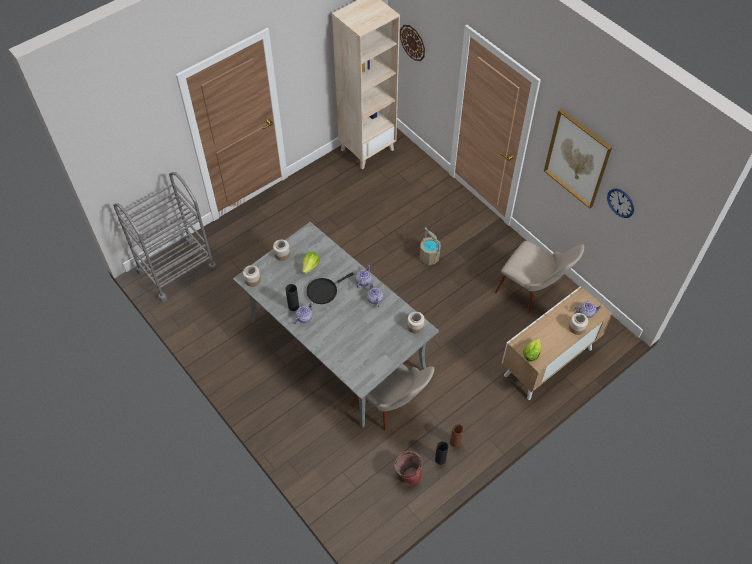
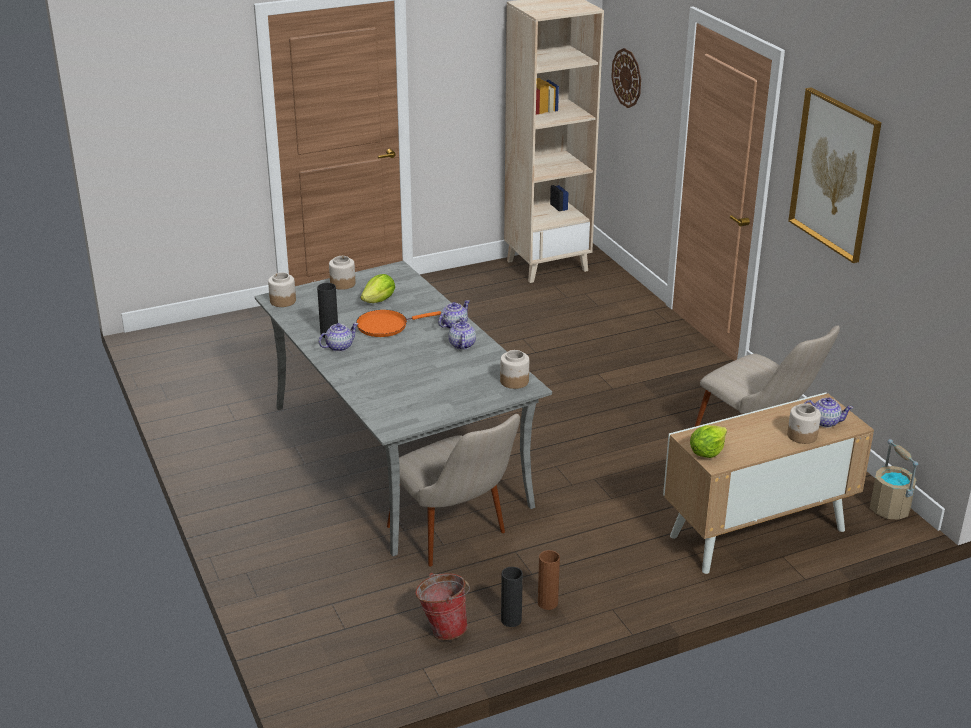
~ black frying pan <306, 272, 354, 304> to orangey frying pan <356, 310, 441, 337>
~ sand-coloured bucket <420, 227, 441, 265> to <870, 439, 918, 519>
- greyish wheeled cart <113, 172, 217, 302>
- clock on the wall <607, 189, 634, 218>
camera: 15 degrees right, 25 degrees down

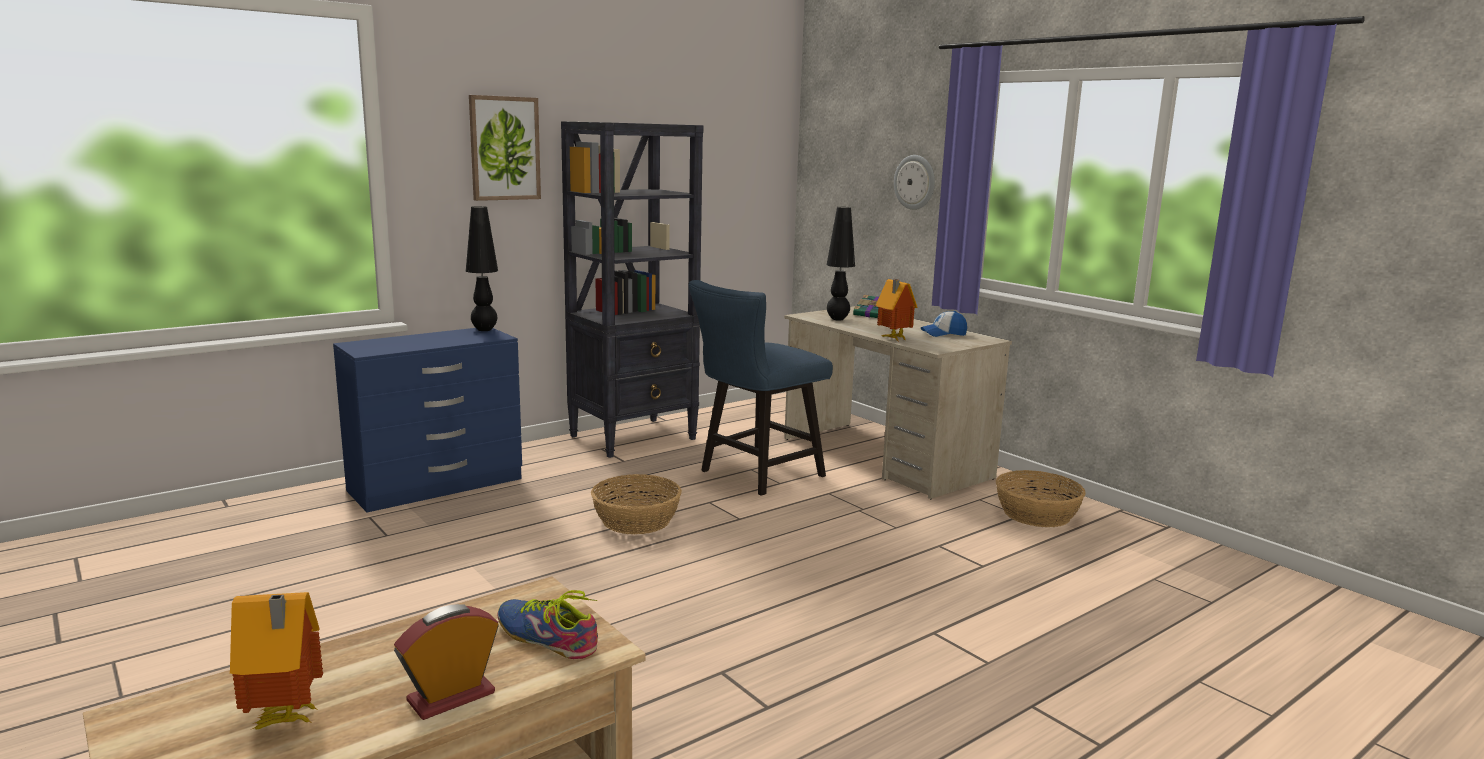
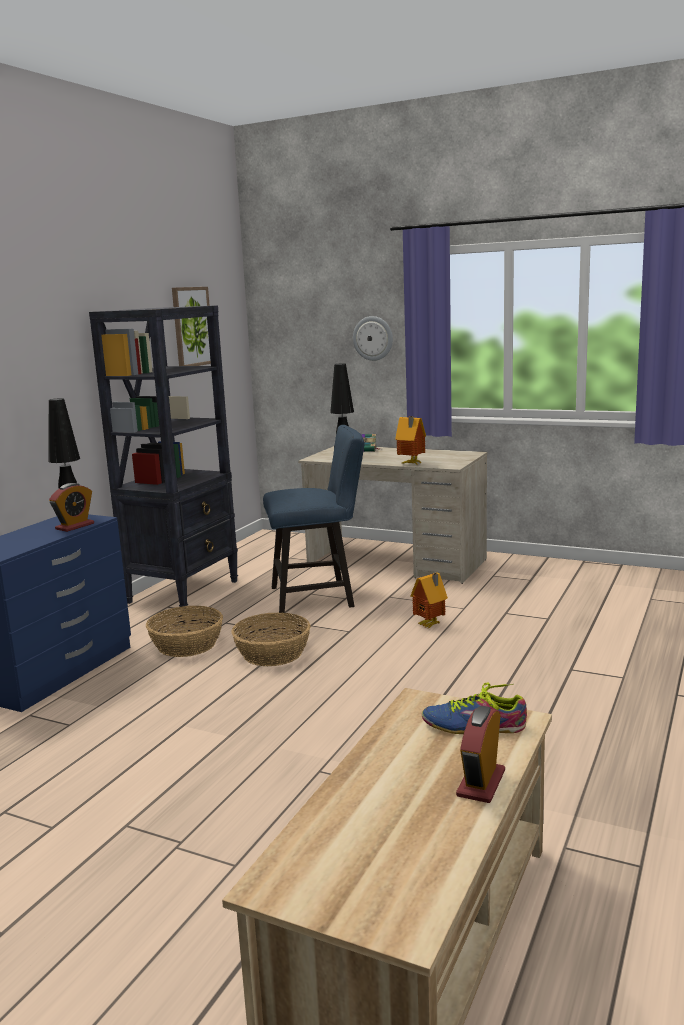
+ alarm clock <49, 483, 94, 532>
~ household basket <996, 470, 1086, 527> to <146, 606, 223, 657>
~ picture <469, 95, 541, 201> to <172, 287, 211, 366>
~ blue-coloured chair <689, 280, 833, 496> = <263, 425, 364, 613> 120 degrees counterclockwise
~ toy house <230, 592, 323, 729> to <410, 573, 448, 628>
- cap <921, 311, 967, 337>
camera: 25 degrees left, 0 degrees up

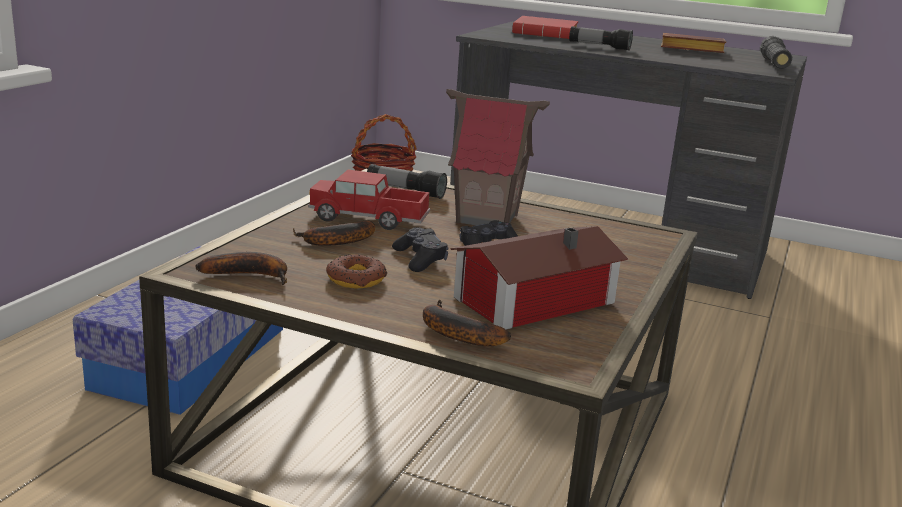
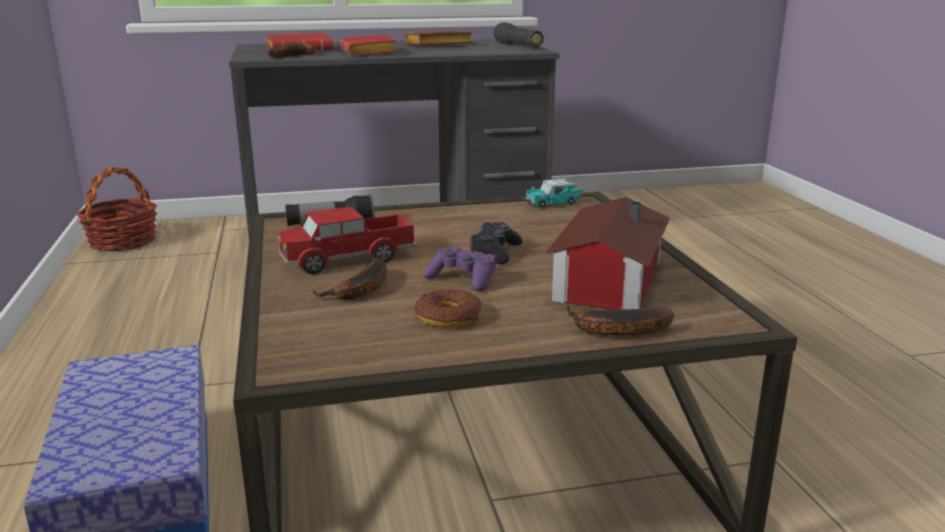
~ whole banana <195, 252, 287, 285> to <268, 43, 324, 58>
~ hand torch <569, 26, 633, 51> to red book <340, 35, 397, 56>
~ black gamepad <392, 227, 449, 272> to purplish gamepad <423, 246, 495, 291>
+ miniature car <525, 178, 584, 207>
- toy house <446, 89, 550, 225>
camera: 35 degrees left, 0 degrees up

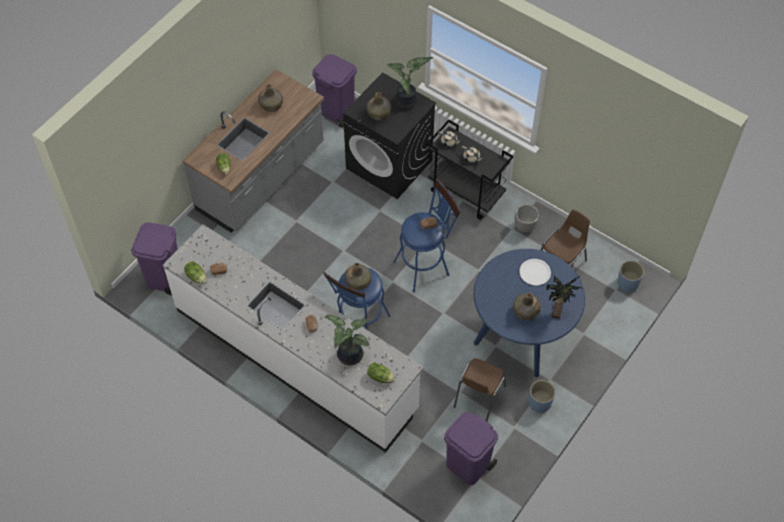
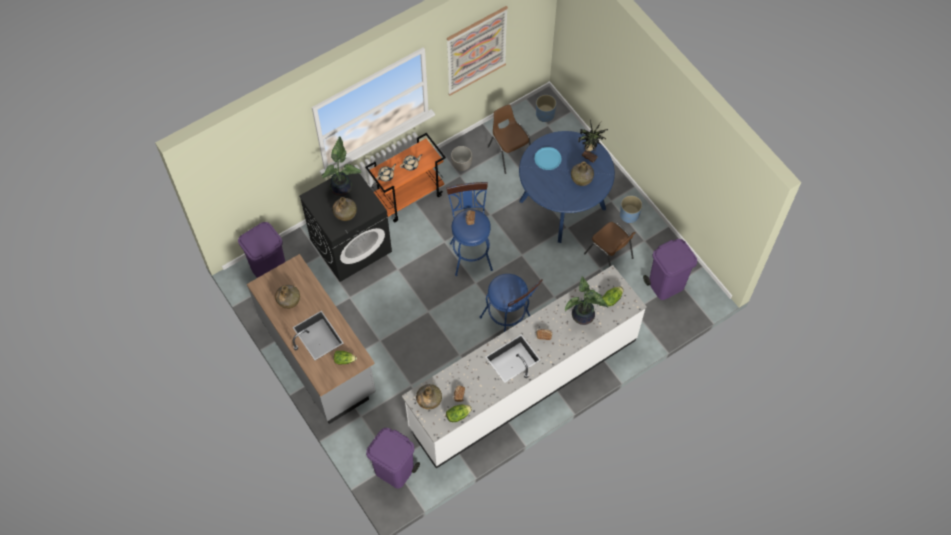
~ black wheeled cart <427, 119, 514, 220> to orangey wheeled cart <365, 133, 446, 222>
~ greenish bottle <344, 262, 371, 290> to <416, 384, 442, 409>
+ picture <447, 6, 508, 96>
~ white-coloured flat dish <520, 259, 551, 285> to blue-coloured flat dish <534, 147, 562, 170>
camera: 70 degrees left, 5 degrees up

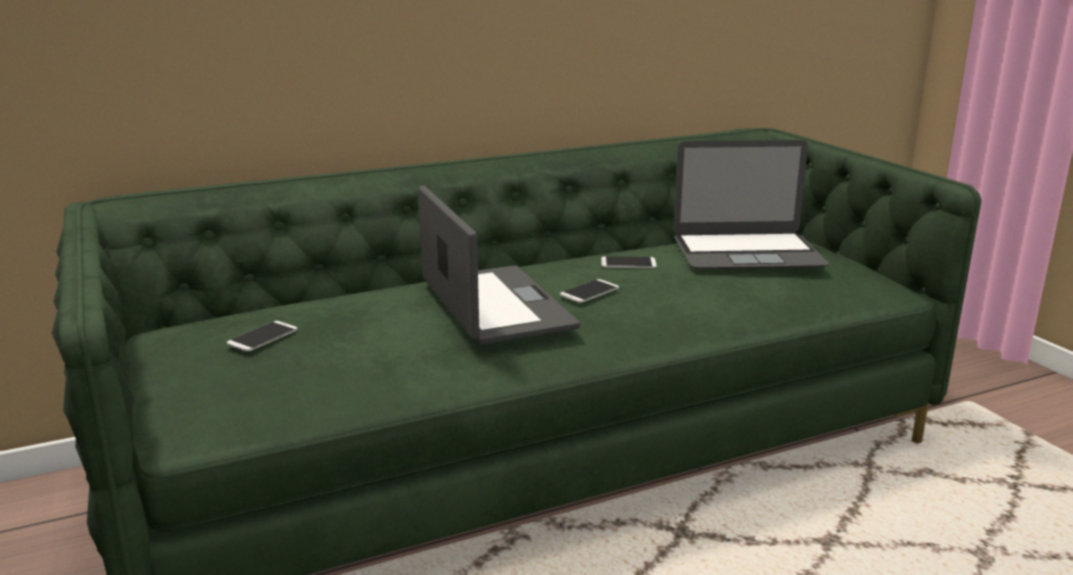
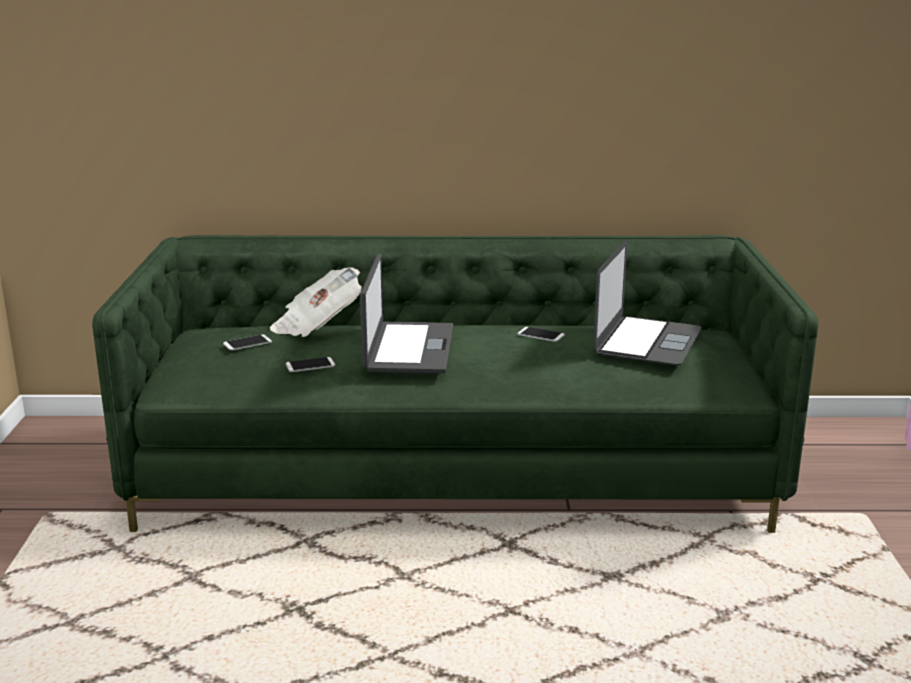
+ printed paper <270, 267, 362, 337>
~ phone <560, 279, 619, 303> to <286, 357, 335, 372>
~ notebook computer <673, 140, 829, 269> = <593, 241, 701, 366> 90 degrees counterclockwise
camera: 25 degrees right, 0 degrees up

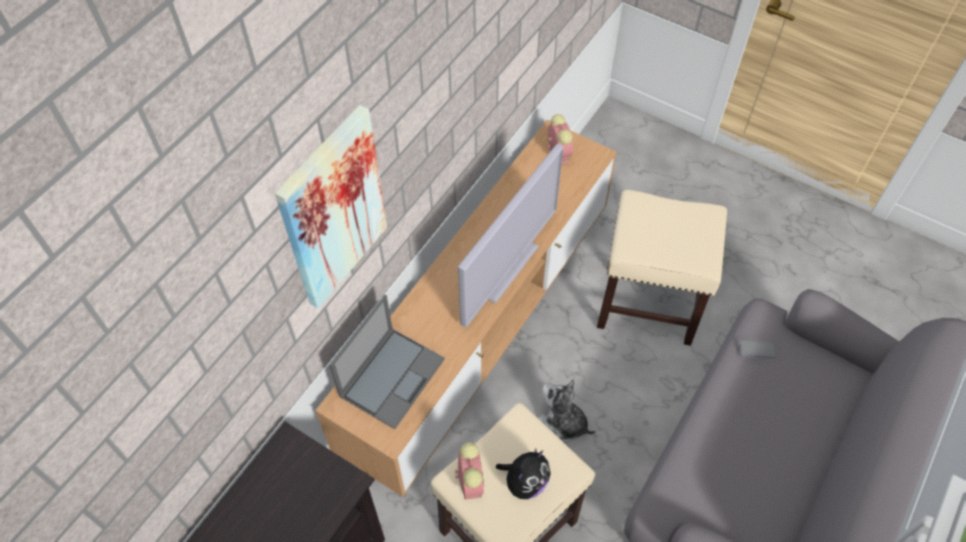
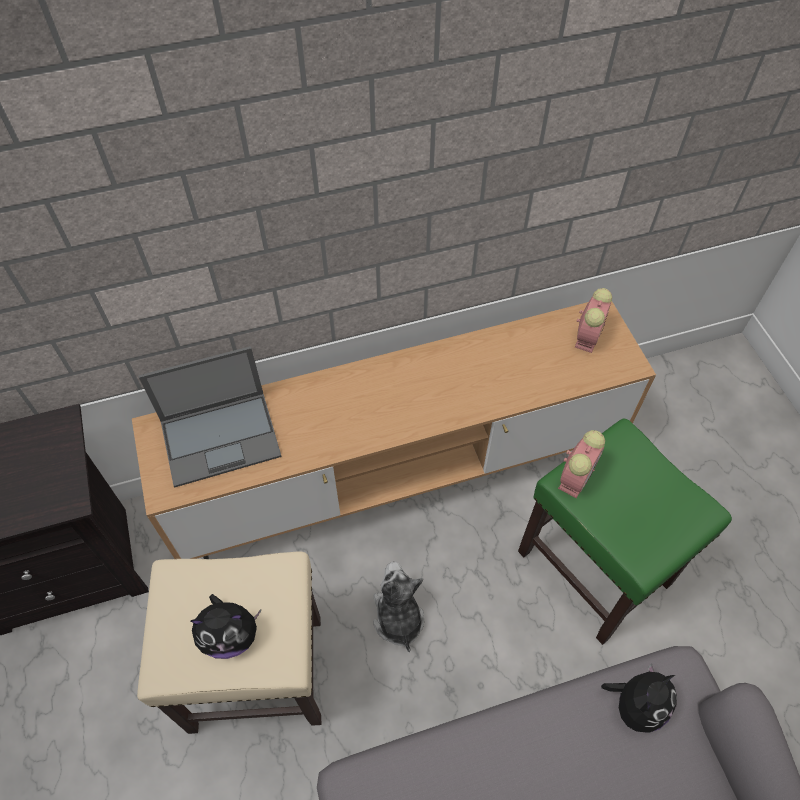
~ sand-coloured stool <597, 190, 727, 346> to greenish stool <518, 419, 732, 645>
~ alarm clock <455, 442, 484, 500> to <558, 430, 605, 498>
~ phone <739, 340, 777, 358> to cuddly toy <601, 664, 677, 733>
- picture <275, 105, 387, 308>
- TV <458, 144, 563, 327>
camera: 40 degrees right, 0 degrees up

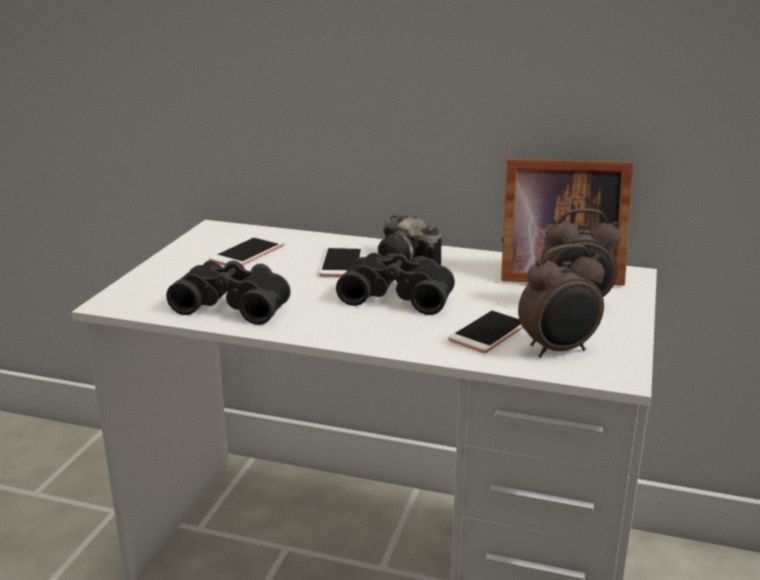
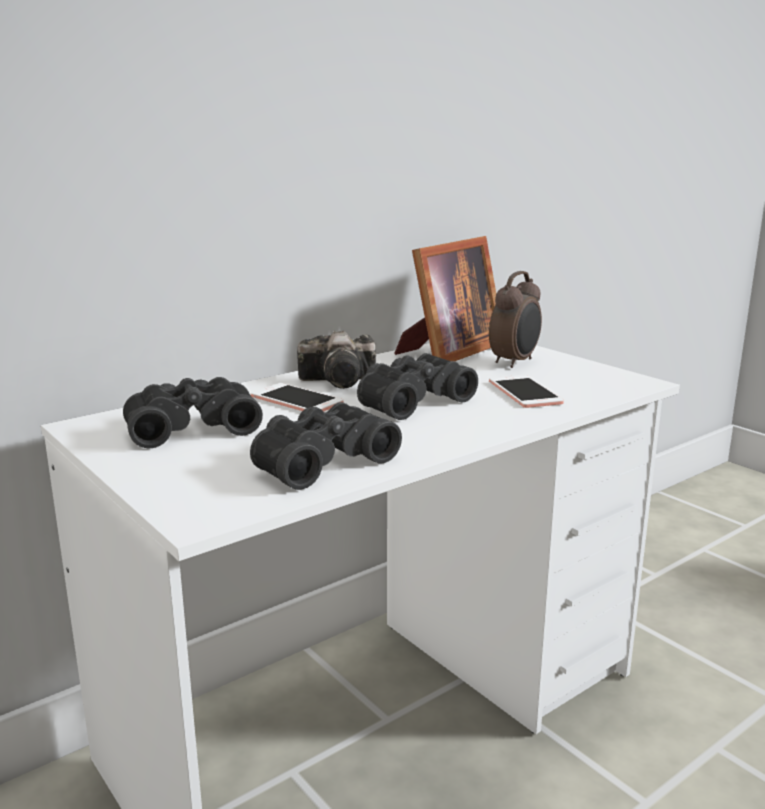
~ phone <209, 236, 284, 266> to black pair of binoculars <123, 377, 263, 448>
- alarm clock <518, 244, 605, 358>
camera: 55 degrees left, 5 degrees down

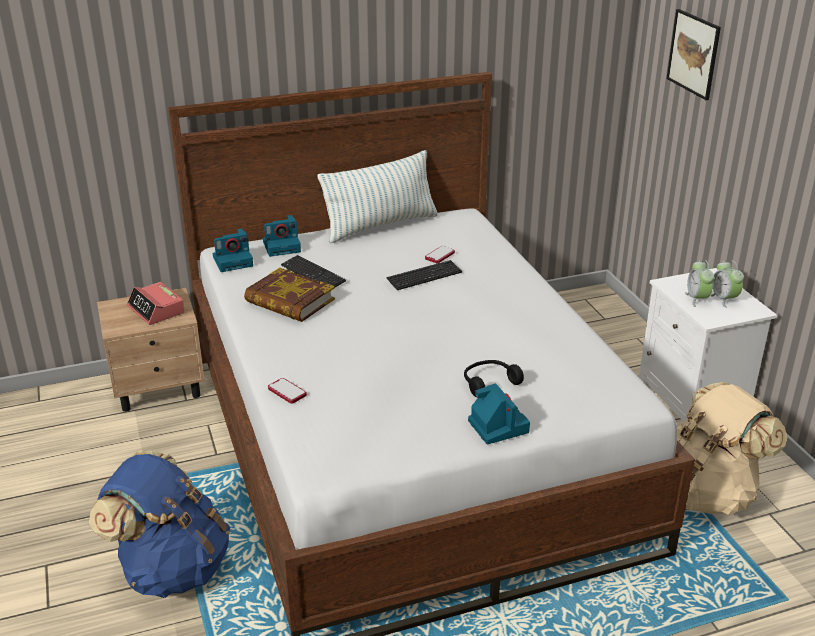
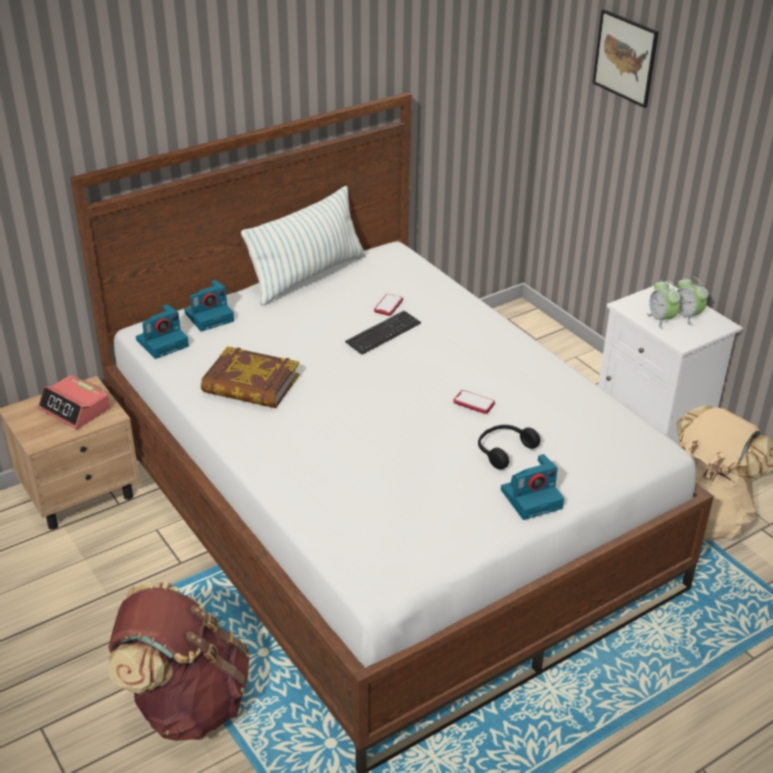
~ blue-coloured knapsack <89, 451, 230, 598> to brown knapsack <108, 581, 250, 741>
~ phone <268, 378, 307, 404> to <453, 390, 495, 414>
~ still camera <468, 383, 530, 444> = <501, 454, 564, 520> 105 degrees clockwise
- computer keyboard <281, 255, 346, 287>
camera: 15 degrees left, 5 degrees up

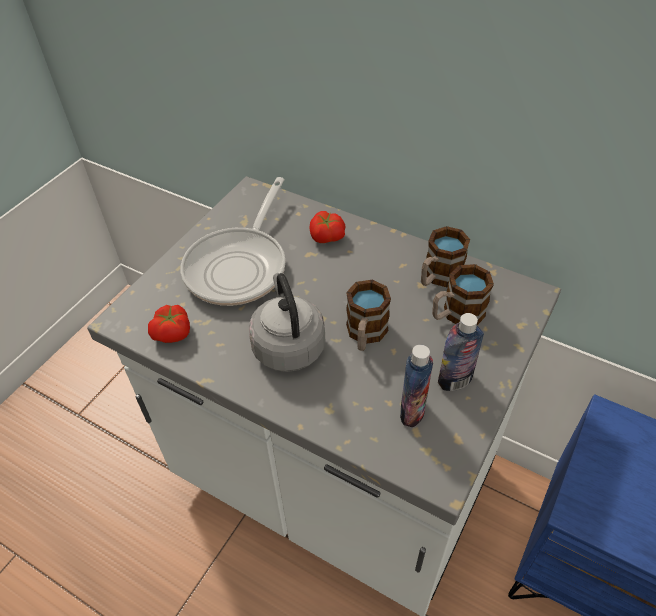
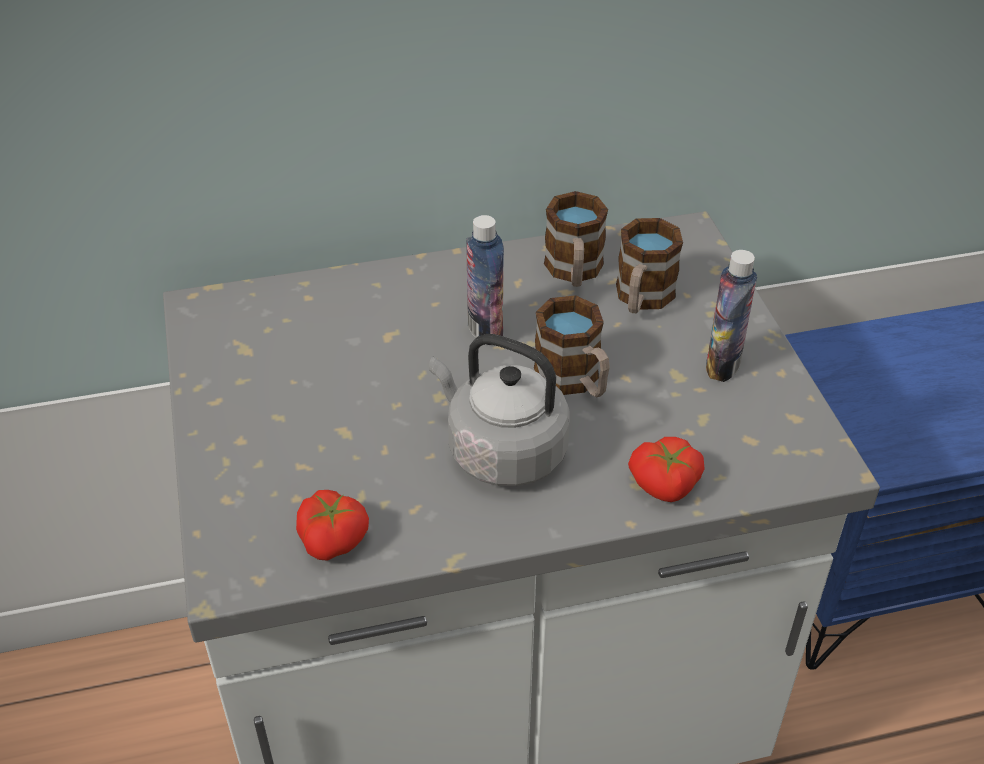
~ bottle <400, 345, 433, 427> to <466, 215, 504, 345>
~ fresh tomato <309, 211, 346, 243> to <628, 437, 705, 502>
- frying pan <181, 177, 286, 306>
camera: 45 degrees left, 5 degrees down

